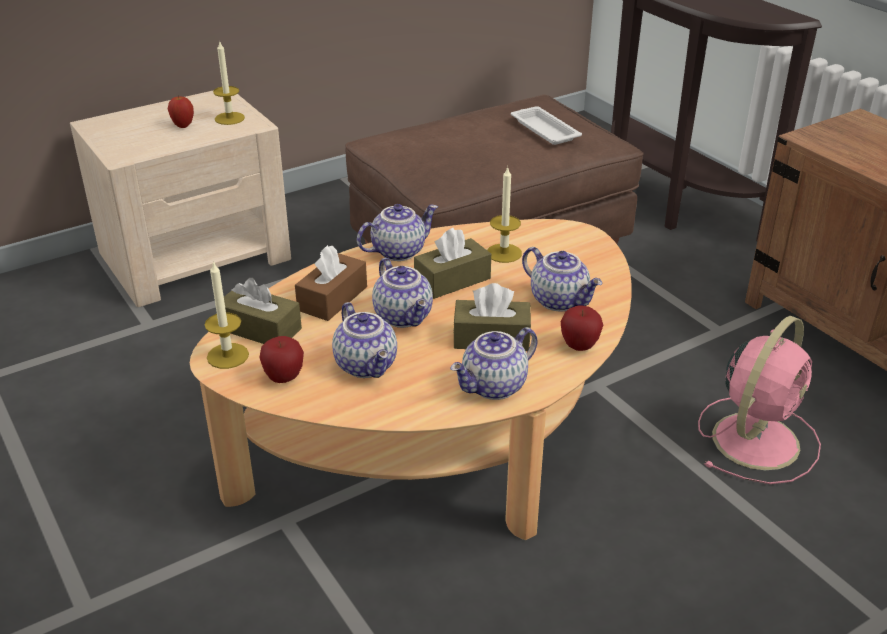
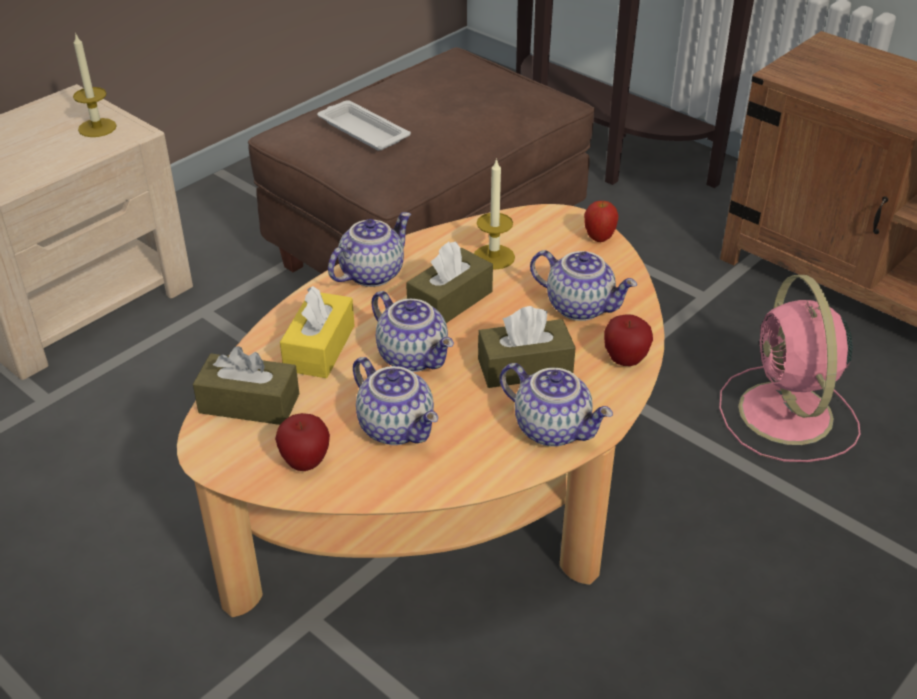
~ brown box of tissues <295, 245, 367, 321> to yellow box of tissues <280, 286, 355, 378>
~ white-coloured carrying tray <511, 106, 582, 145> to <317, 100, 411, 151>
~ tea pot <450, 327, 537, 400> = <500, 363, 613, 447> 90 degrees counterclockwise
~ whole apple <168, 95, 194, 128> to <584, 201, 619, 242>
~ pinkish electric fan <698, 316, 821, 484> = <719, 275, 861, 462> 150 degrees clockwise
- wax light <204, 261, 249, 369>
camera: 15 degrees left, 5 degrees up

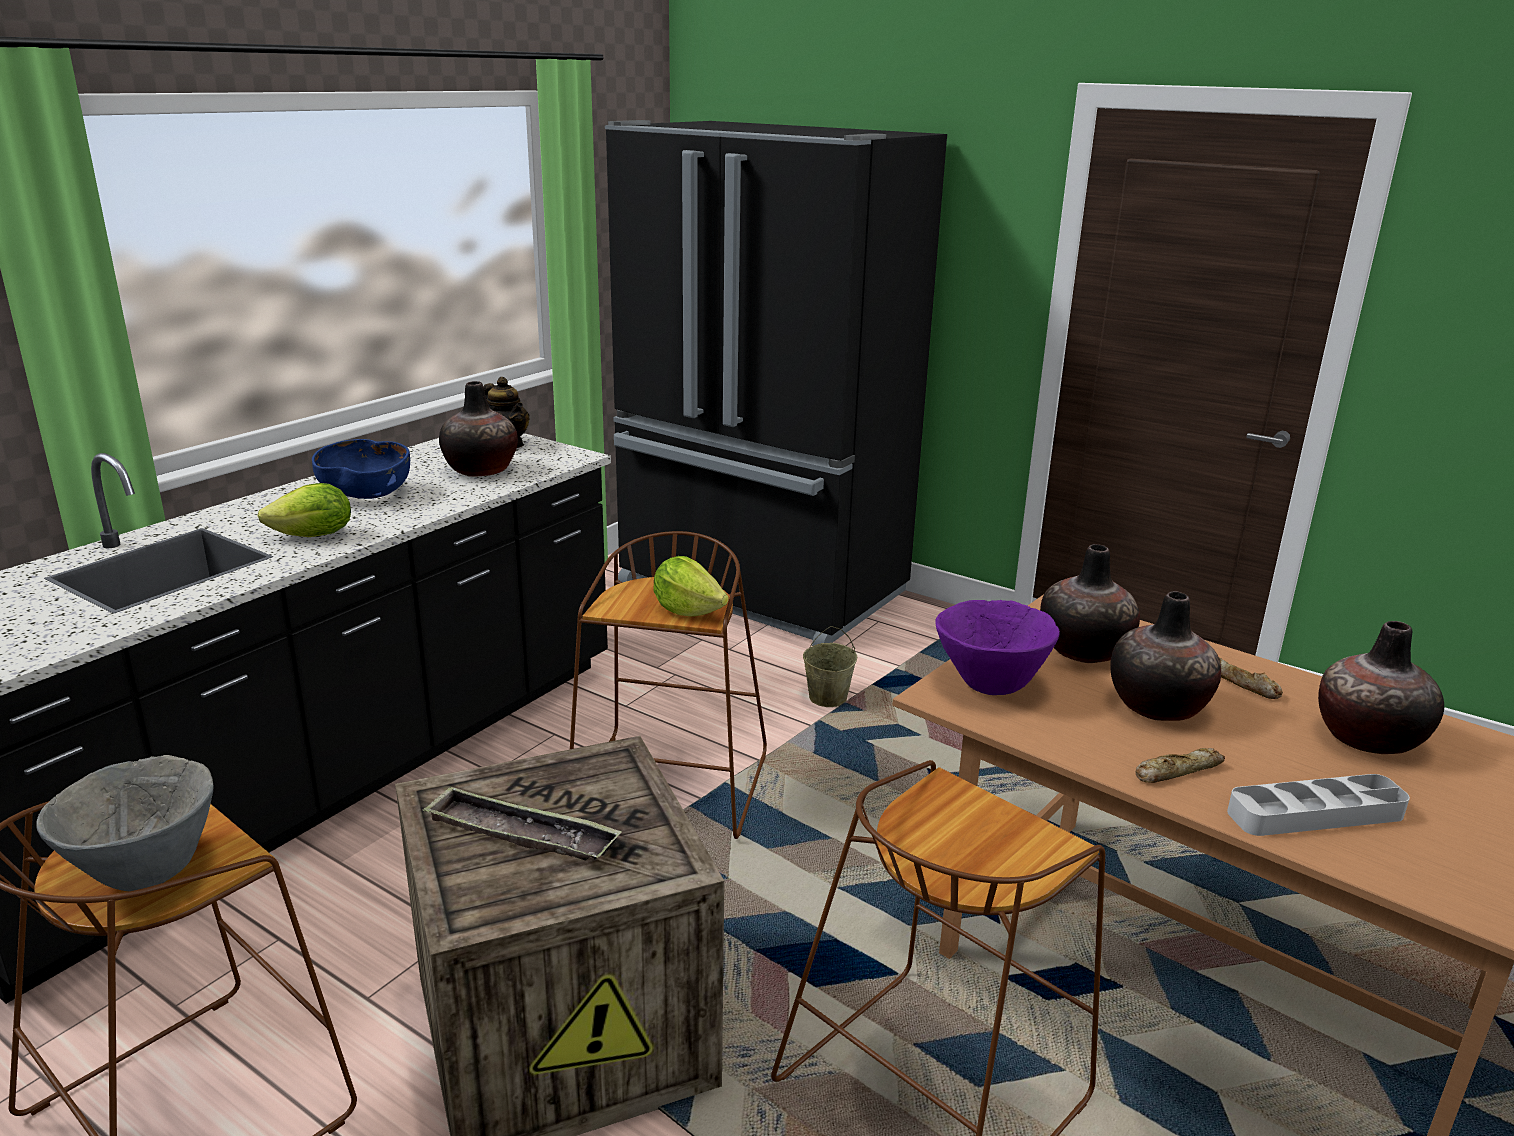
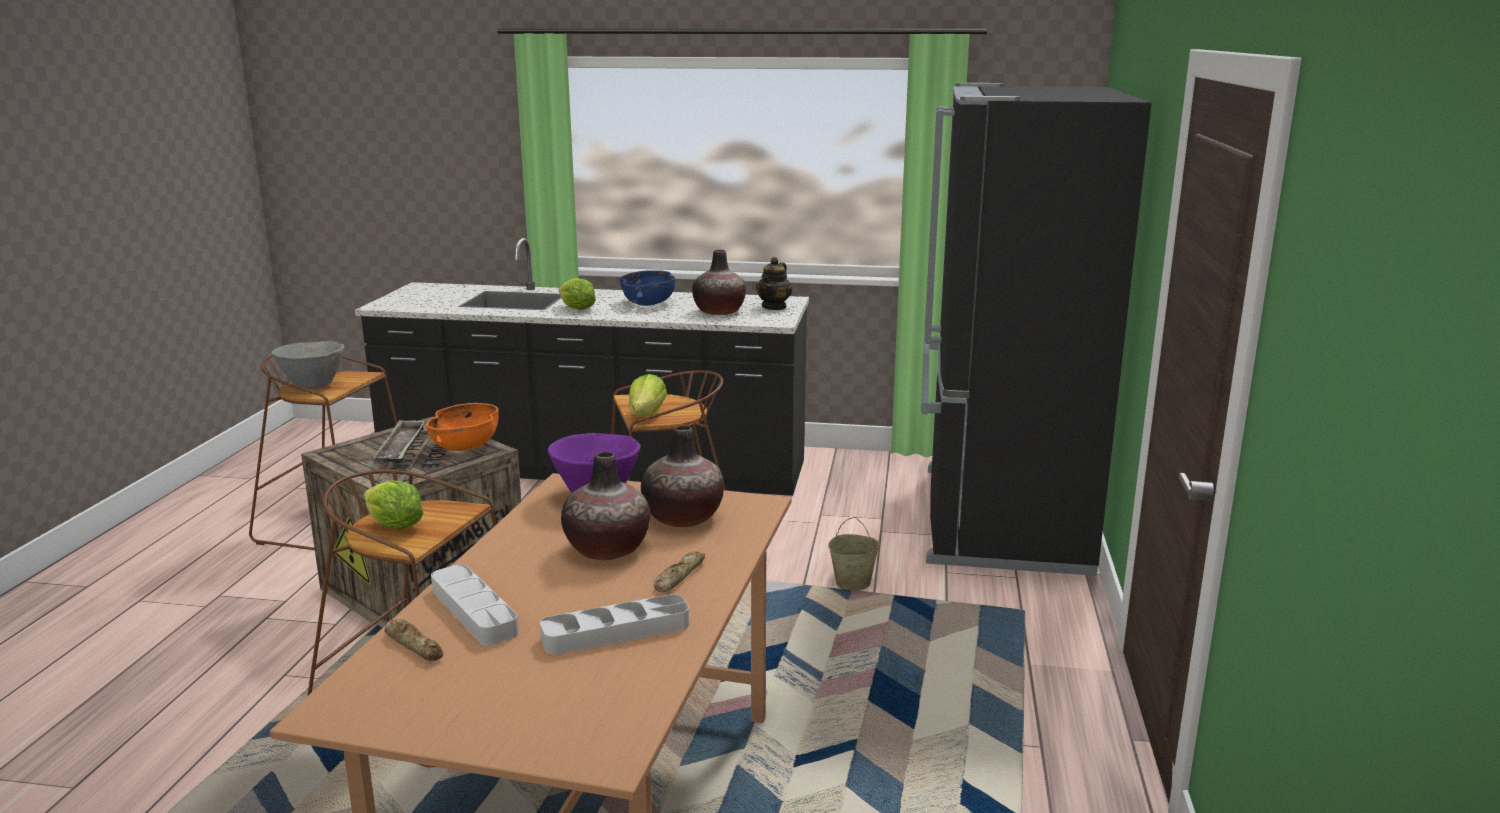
+ head of lettuce <364, 481, 423, 530>
~ baked bread <1135, 748, 1225, 783> to <384, 619, 443, 661>
+ orangey serving bowl <426, 403, 499, 451>
~ flower vase <1318, 621, 1444, 754> to greyish carrying tray <540, 594, 689, 654>
camera: 65 degrees right, 5 degrees down

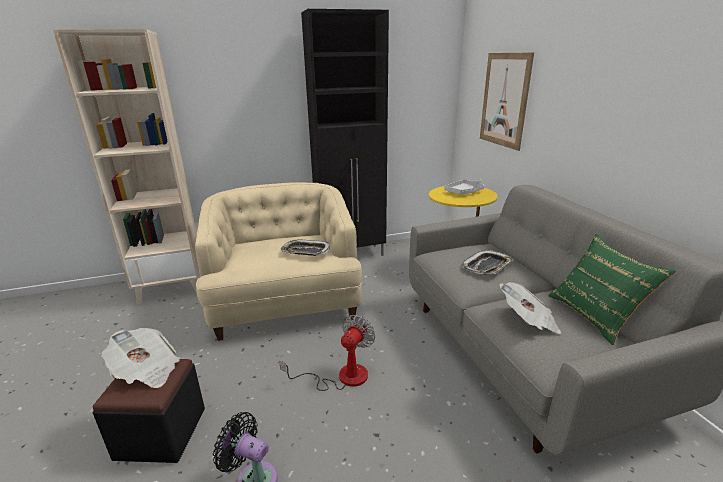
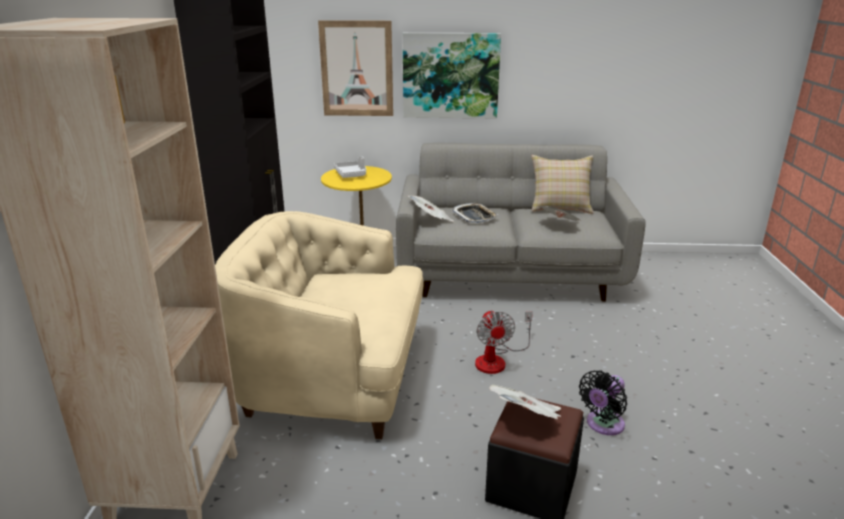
+ picture <402, 33, 501, 118>
+ printed paper <408, 196, 453, 221>
~ electric fan <279, 315, 375, 391> = <475, 310, 533, 374> 150 degrees counterclockwise
~ greenish pillow <548, 234, 676, 345> to sand-coloured pillow <532, 155, 594, 214>
- carrying tray <280, 239, 330, 256>
camera: 70 degrees left, 0 degrees up

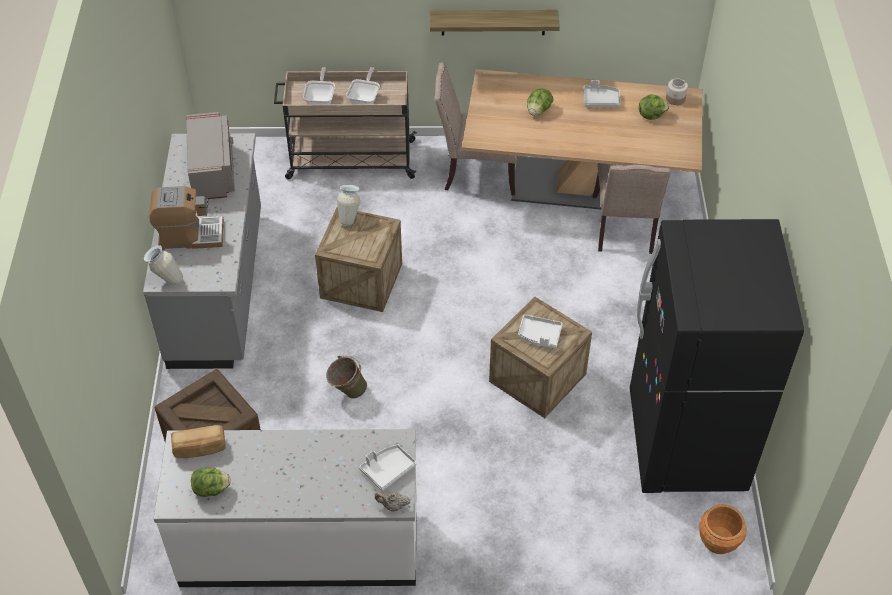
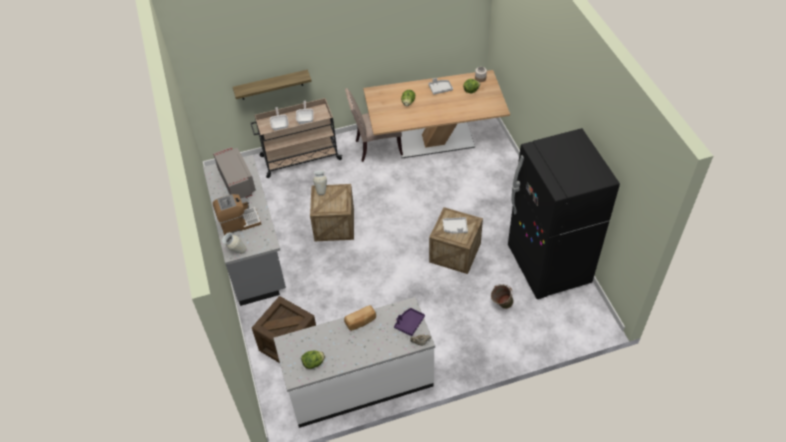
~ shelf <430, 10, 560, 36> to <233, 70, 312, 100>
~ baked bread <171, 425, 226, 458> to <344, 305, 376, 331>
~ white-coloured carrying tray <359, 445, 417, 491> to purplish carrying tray <394, 308, 425, 336>
~ greenish bucket <326, 356, 367, 399> to <491, 284, 514, 309>
- sand-coloured chair <593, 163, 671, 254>
- orangey flower pot <699, 504, 747, 554>
camera: 15 degrees left, 0 degrees up

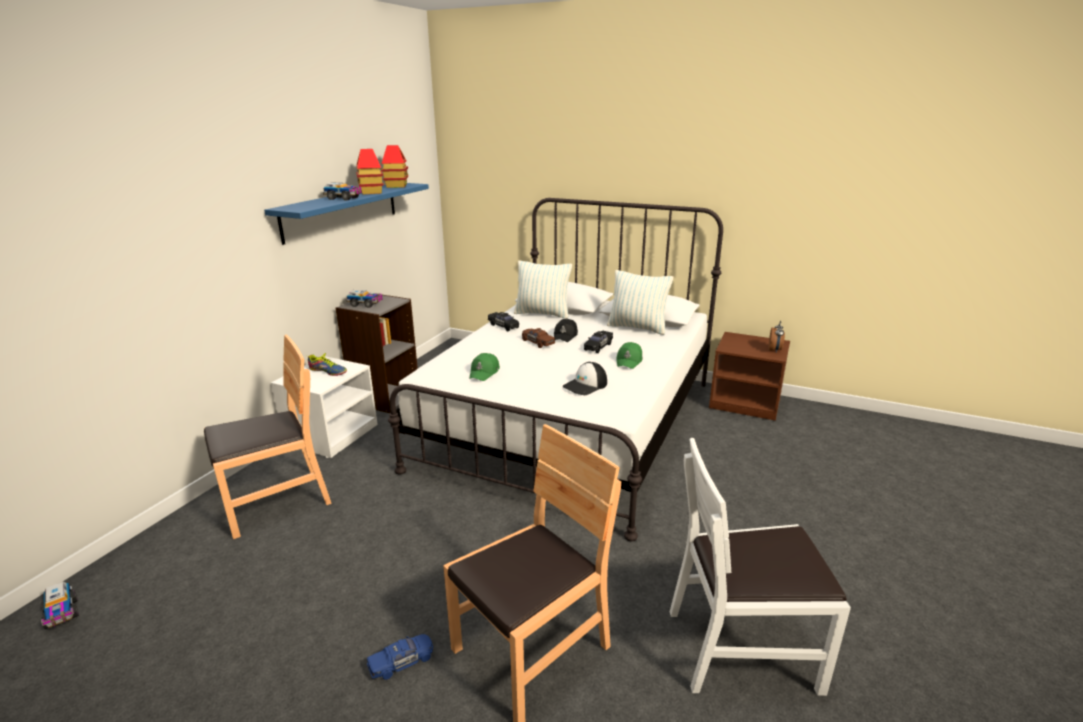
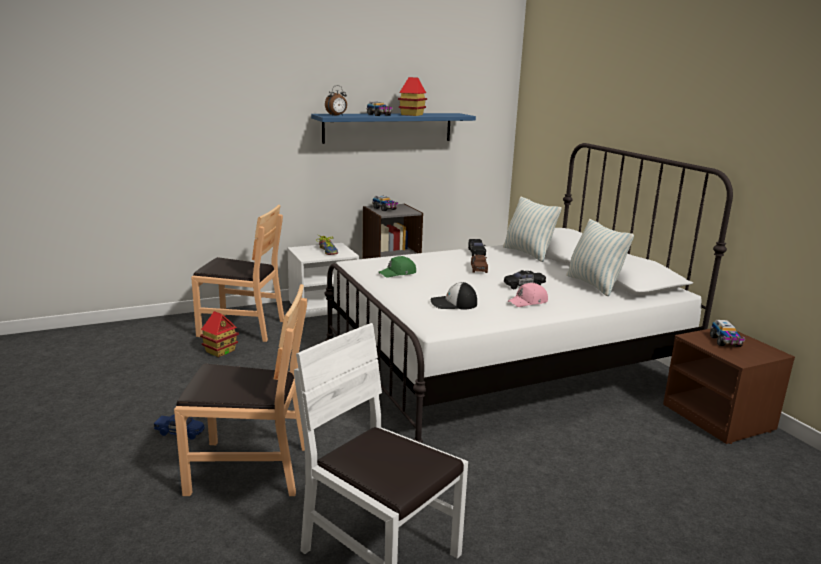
~ toy house <381, 145, 408, 188> to <200, 311, 239, 357>
~ alarm clock <768, 321, 785, 353> to <325, 85, 347, 116>
~ greenish cap <616, 342, 643, 369> to pinkish cap <508, 283, 548, 307>
~ model truck <41, 582, 79, 629> to <710, 320, 745, 347>
- black cap <554, 319, 578, 342>
camera: 40 degrees right, 5 degrees down

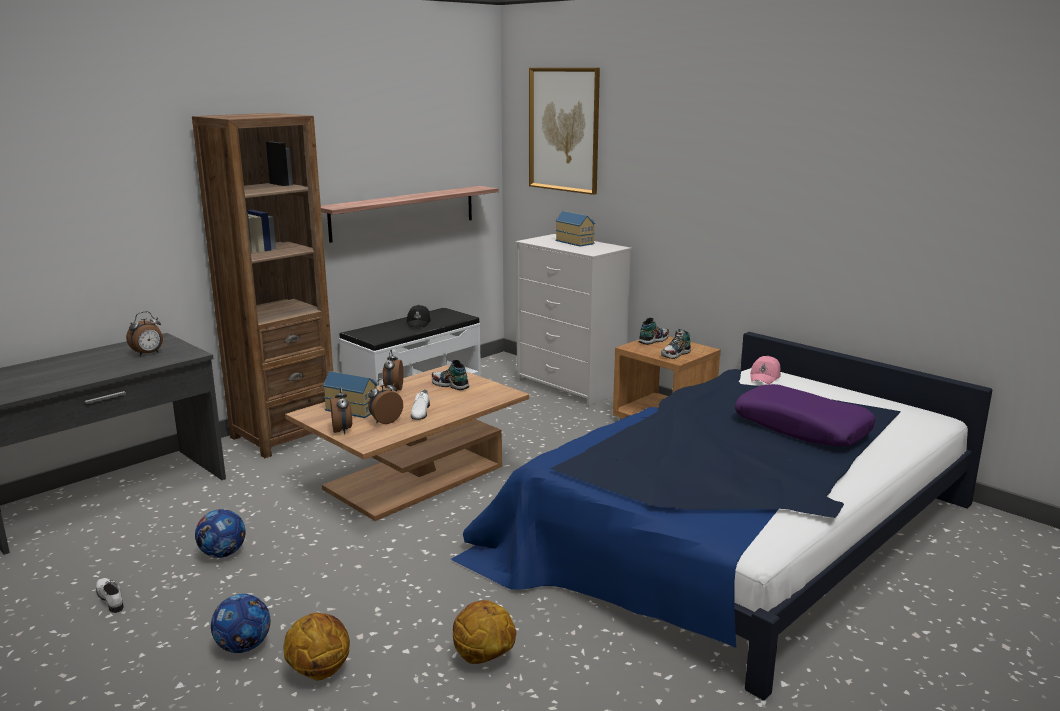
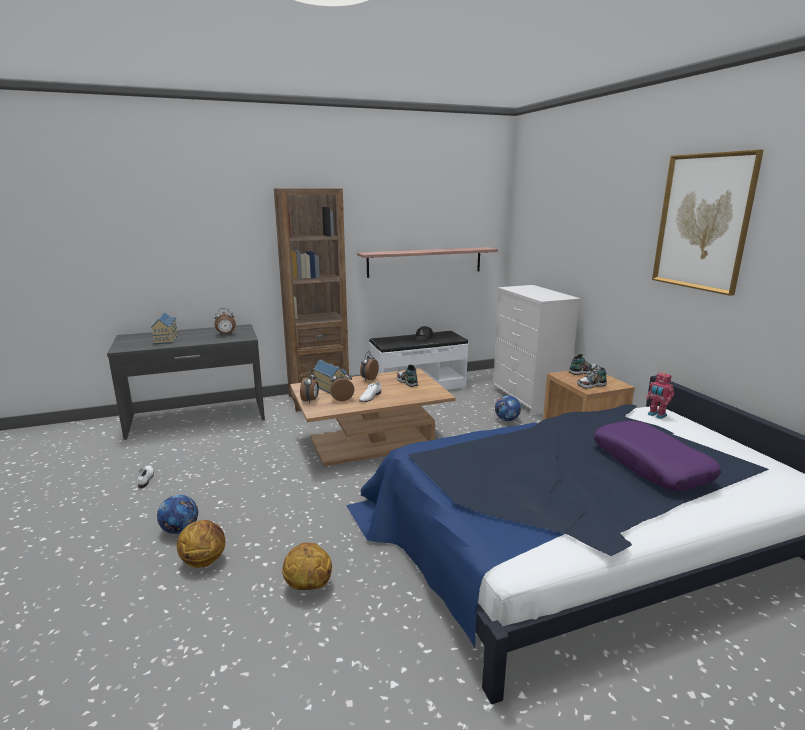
~ toy house <555, 211, 595, 247> to <151, 312, 178, 344>
~ football <195, 509, 245, 558> to <495, 395, 521, 421>
~ pinkish cap <750, 356, 781, 384> to toy robot <646, 372, 674, 419>
~ picture <529, 68, 600, 195> to <652, 150, 764, 296>
camera: 25 degrees right, 0 degrees up

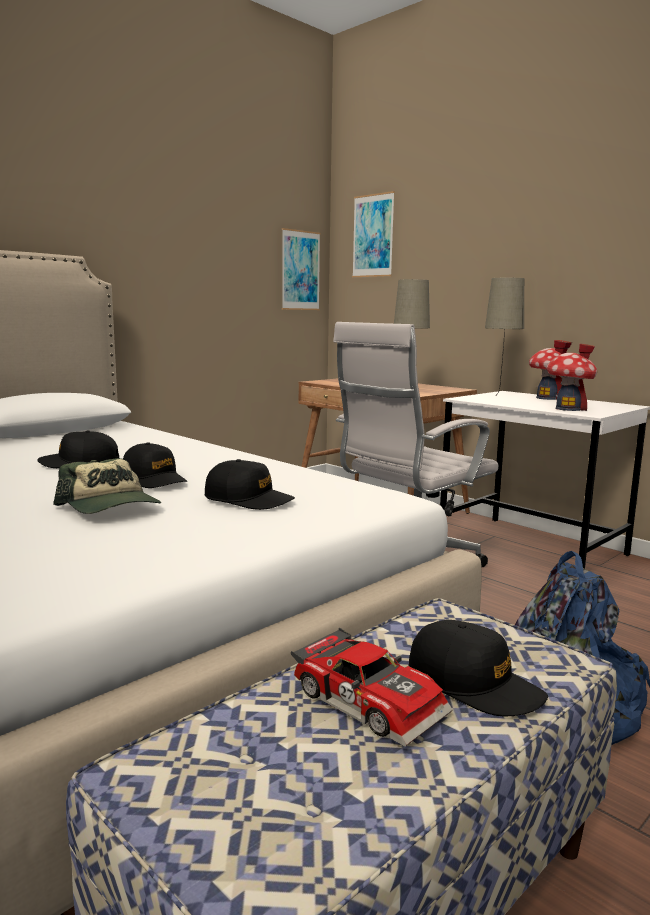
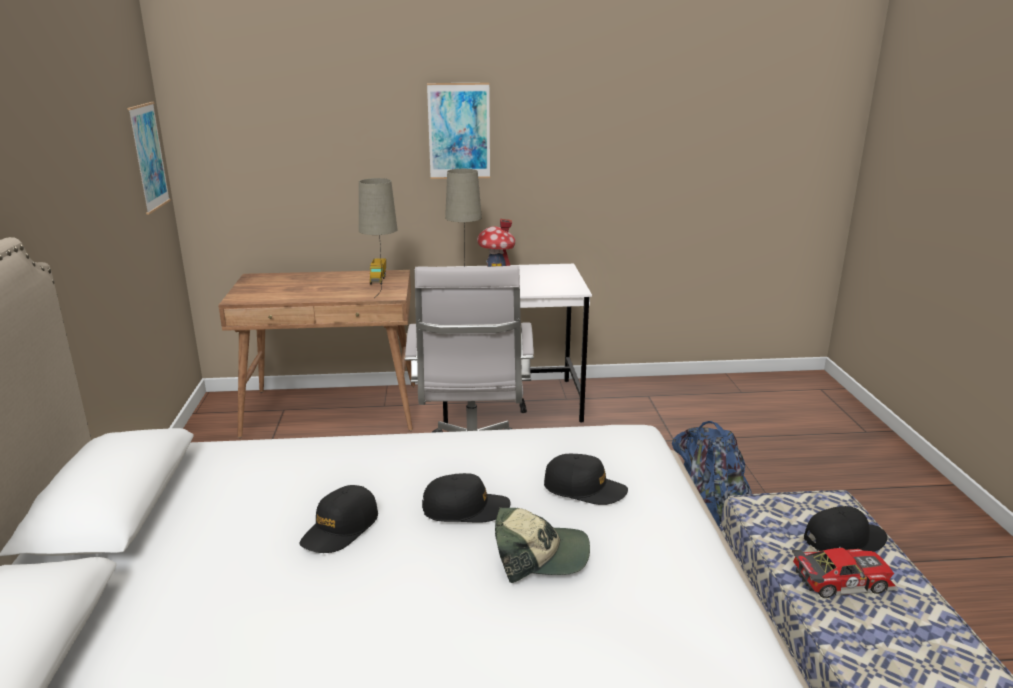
+ model truck <370, 258, 386, 285>
~ picture <352, 191, 395, 278> to <427, 83, 490, 179>
~ black cap <205, 459, 295, 510> = <544, 454, 628, 505> 45 degrees clockwise
- toy house <547, 343, 597, 411>
camera: 50 degrees left, 10 degrees up

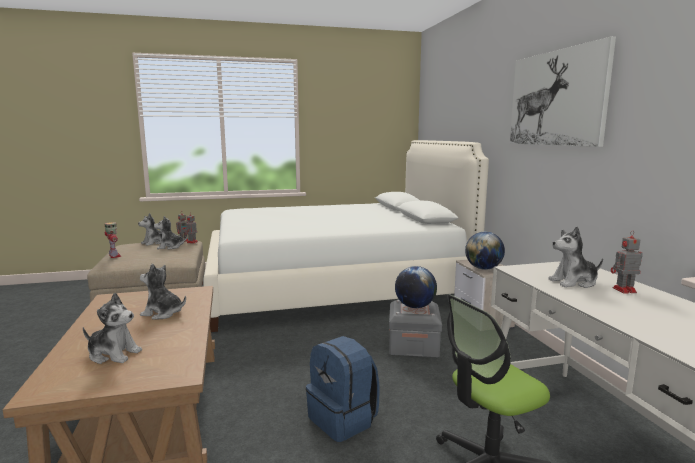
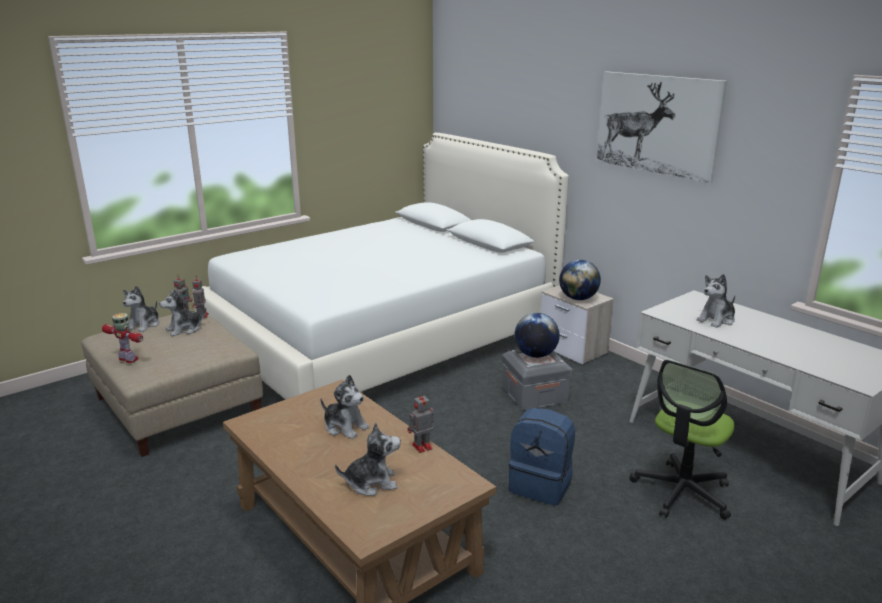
~ cuddly toy <140, 263, 186, 320> = <321, 375, 369, 439> 135 degrees counterclockwise
~ toy robot <611, 230, 643, 294> to <408, 392, 434, 453>
camera: 25 degrees left, 10 degrees up

